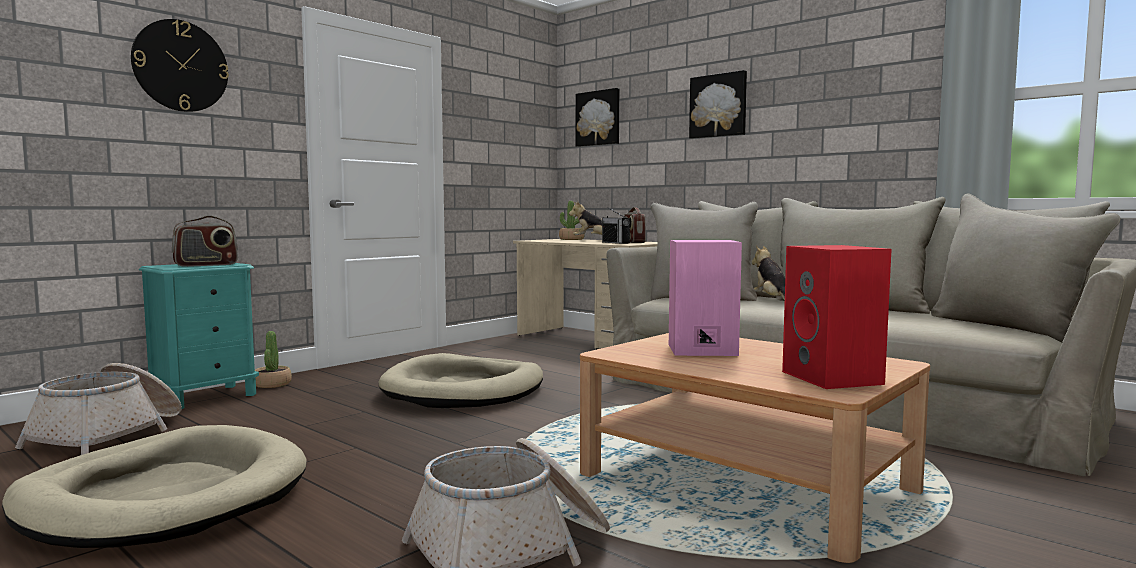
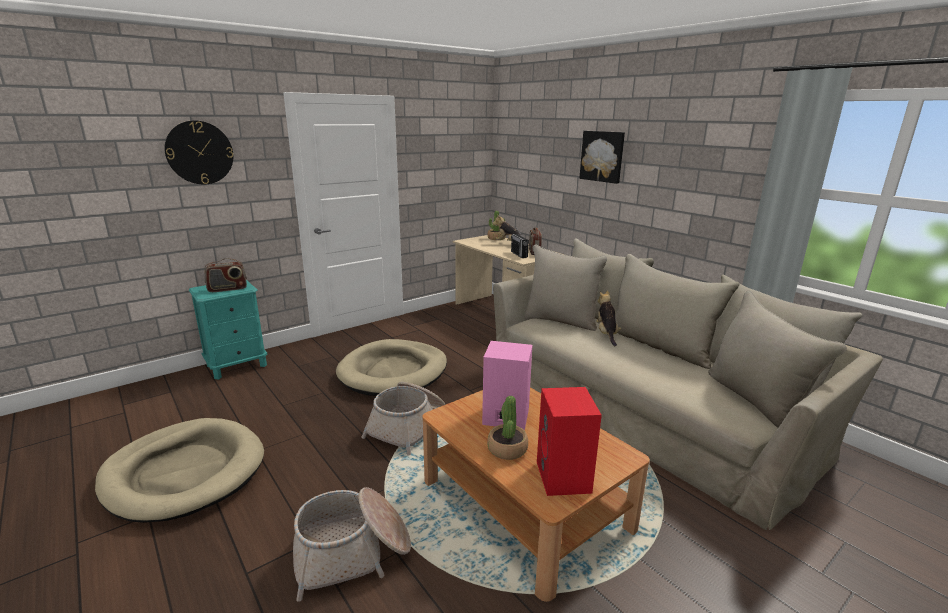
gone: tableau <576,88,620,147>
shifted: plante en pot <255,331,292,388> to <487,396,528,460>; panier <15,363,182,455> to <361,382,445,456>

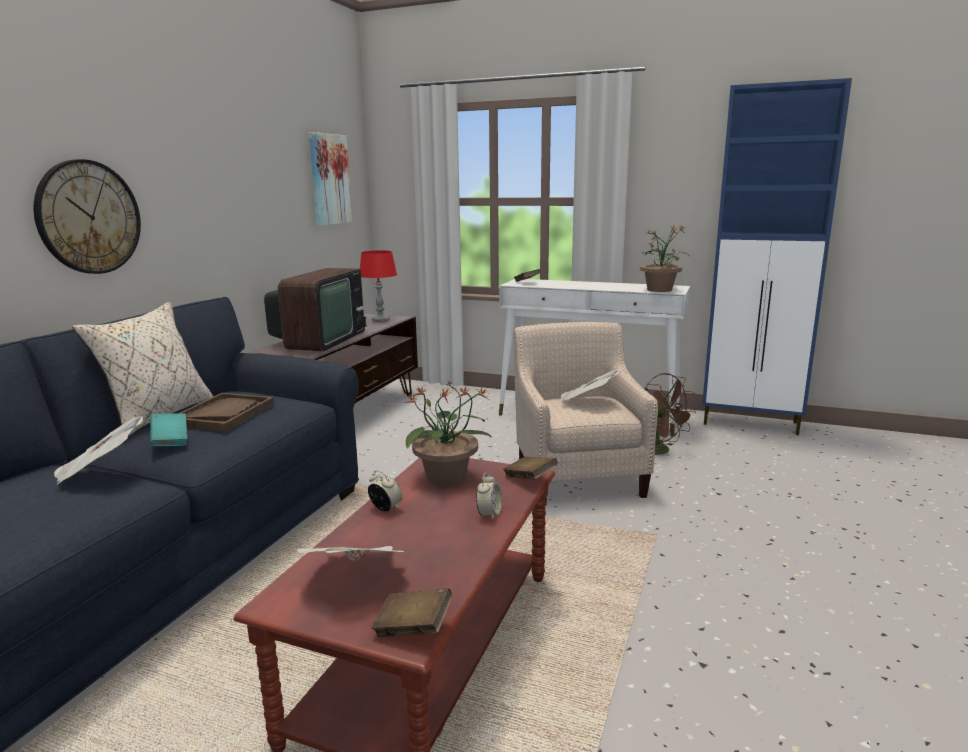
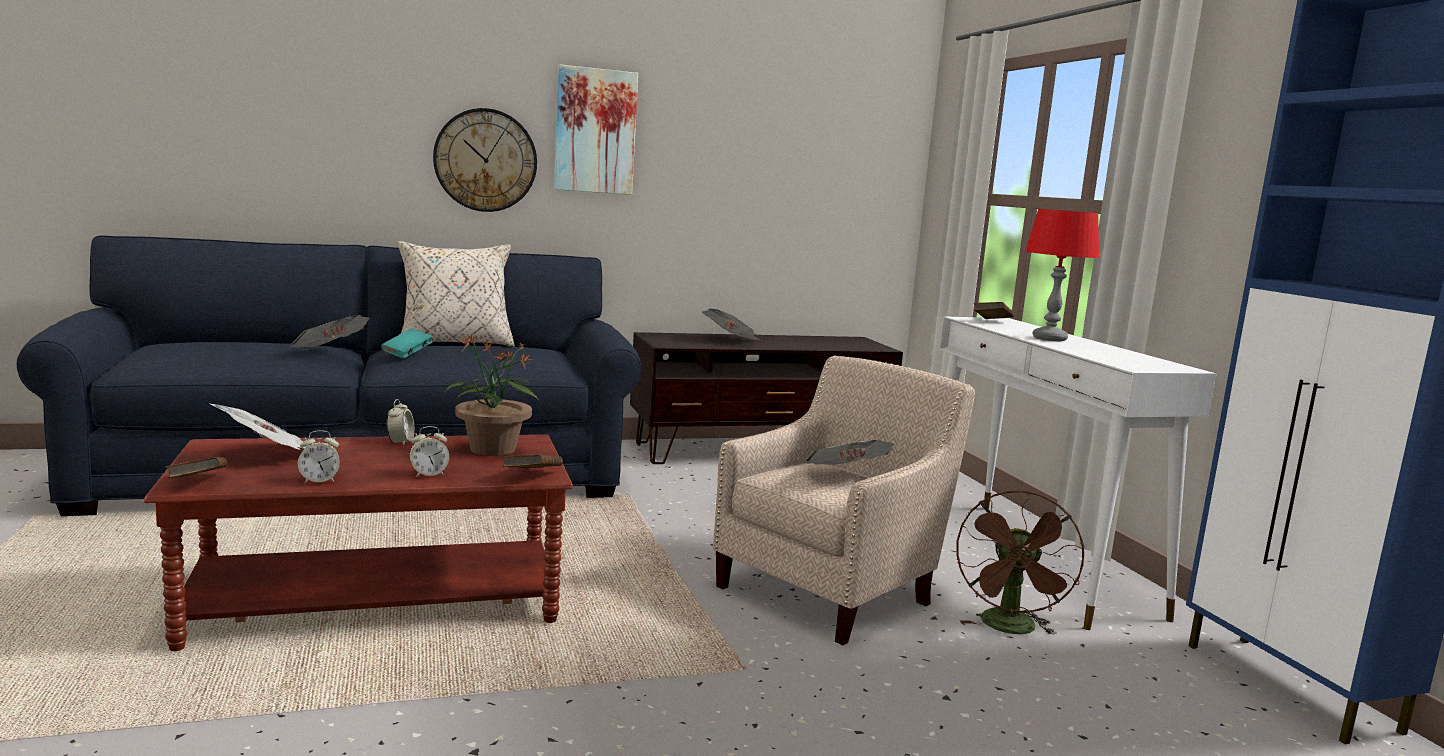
gone: plante en pot <640,225,690,292>; plateau [marron] <180,393,274,432>
new: réveil <298,430,340,484>
shifted: tableau <309,132,352,226> to <554,64,638,195>; lampe de table [rouge] <360,250,397,322> to <1025,209,1099,341>
swapped: téléviseur <264,268,367,351> to journal <702,309,760,340>

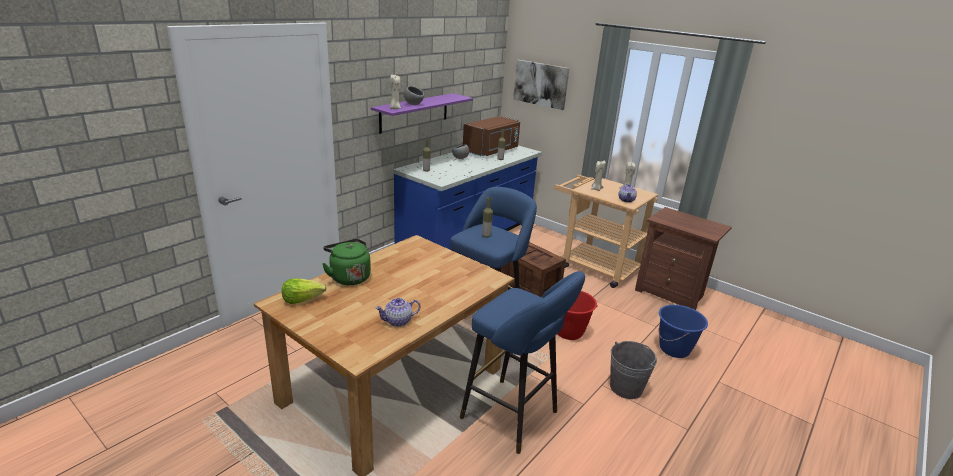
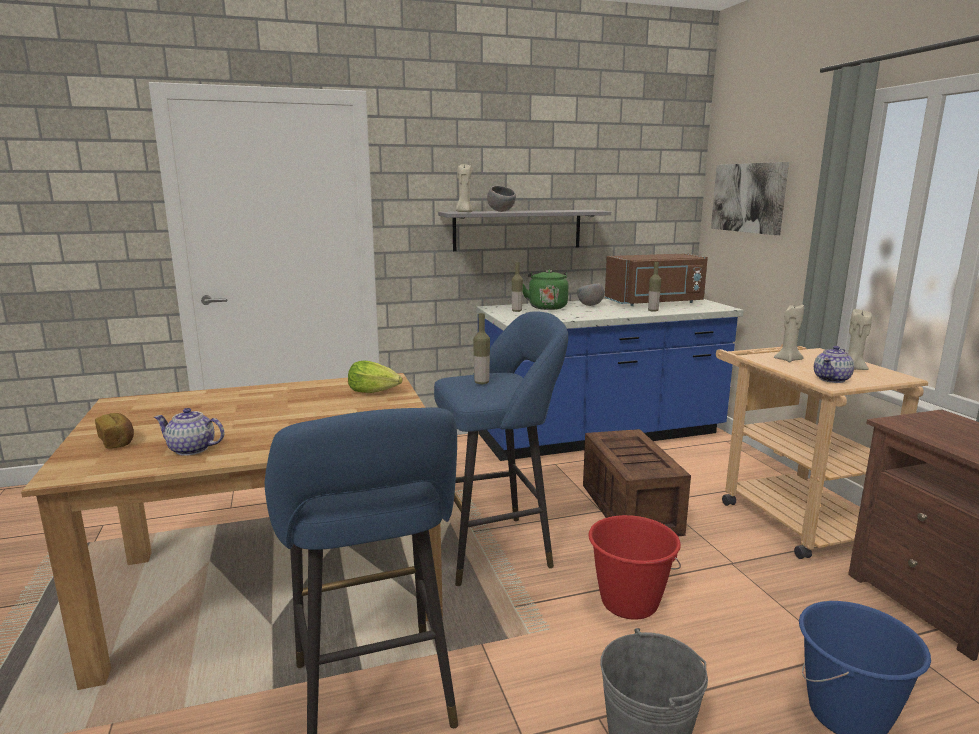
new: pain <95,413,134,448>
shifted: bouilloire [vert] <322,239,371,285> to <523,270,568,310>; laitue <282,278,326,304> to <348,360,403,393>
repainted: étagère [violet] <371,93,473,134> to étagère [gris] <438,210,611,251>

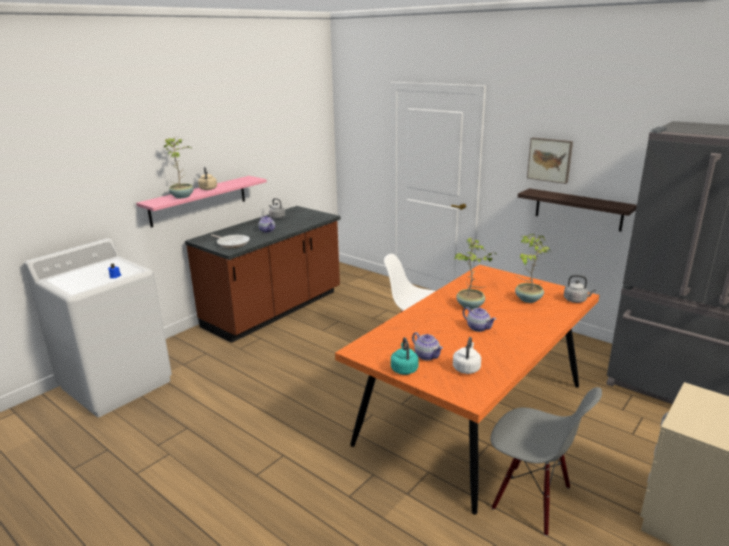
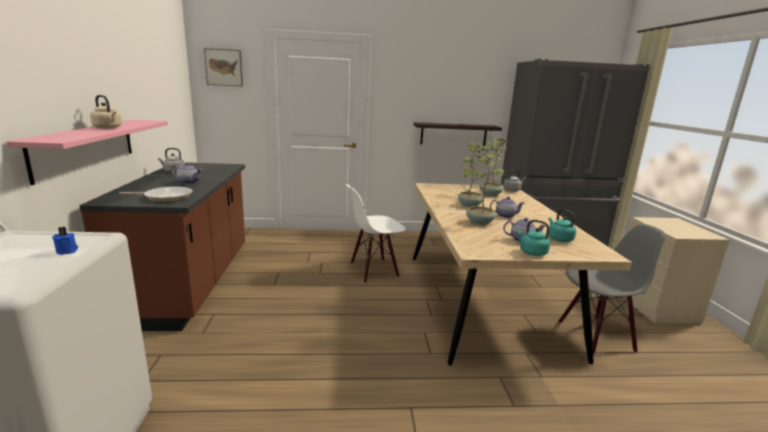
shifted: plante en pot <164,137,194,199> to <461,151,505,225>; tableau <527,138,573,184> to <204,48,243,86>
repainted: table à manger [orange] <335,265,599,515> to table à manger [beige] <413,183,632,366>; bouilloire [blanc] <453,337,481,374> to bouilloire [turquoise] <548,209,576,242>

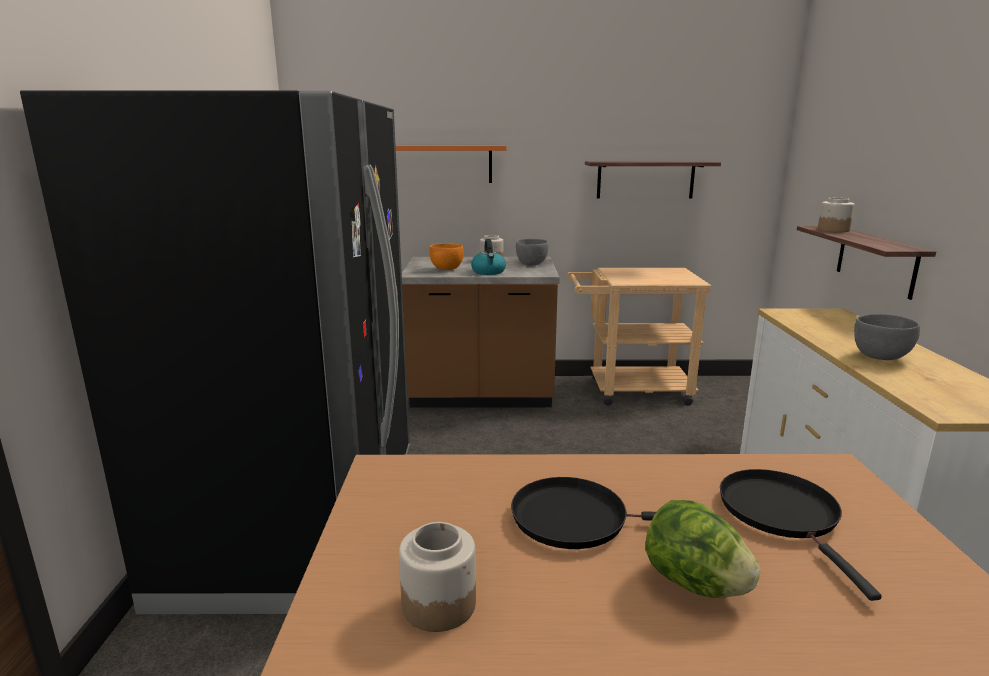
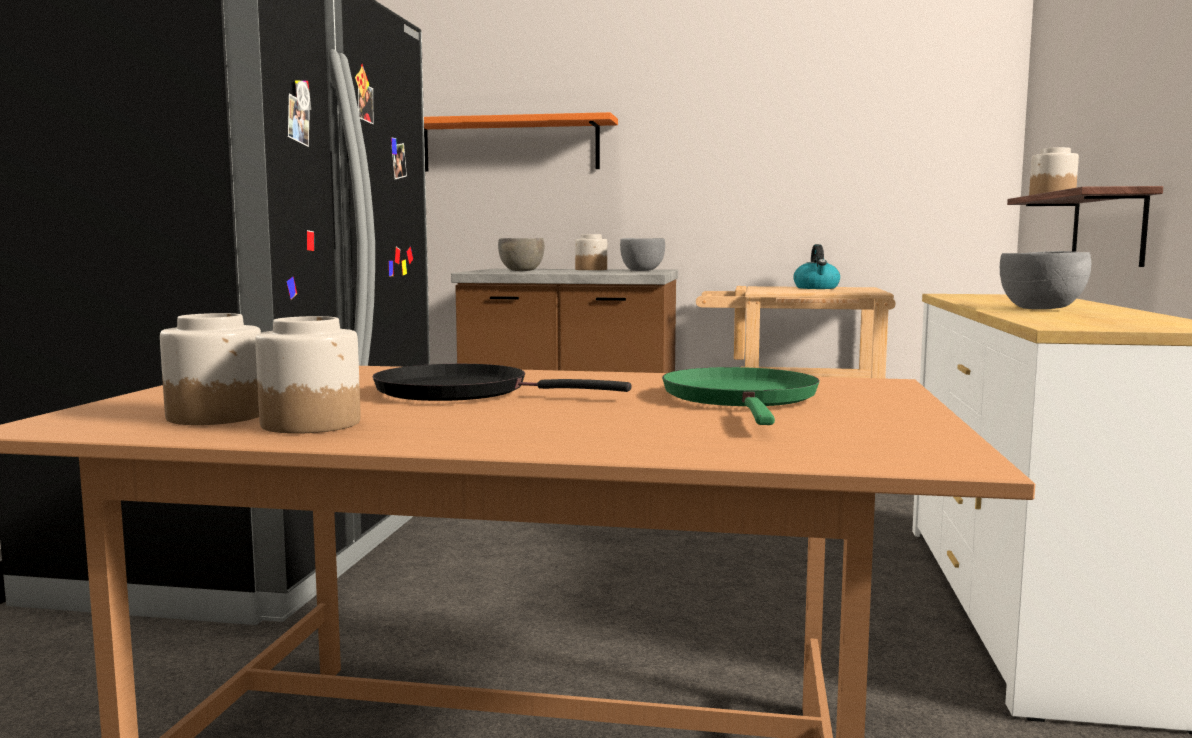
gone: étagère <585,161,721,198>; laitue <645,500,761,598>
new: bocal <255,316,361,434>
shifted: bouilloire <471,239,506,275> to <793,244,840,289>
repainted: bol [orange] <429,243,464,270> to bol [gris] <498,238,544,271>; poêle [noir] <720,469,882,601> to poêle [vert] <662,367,820,425>

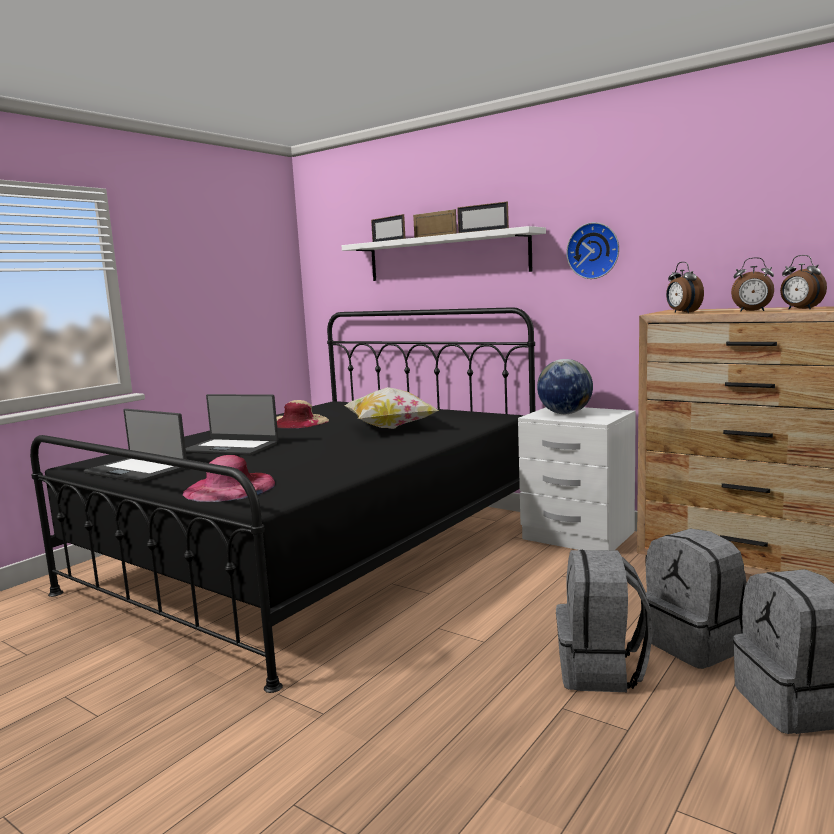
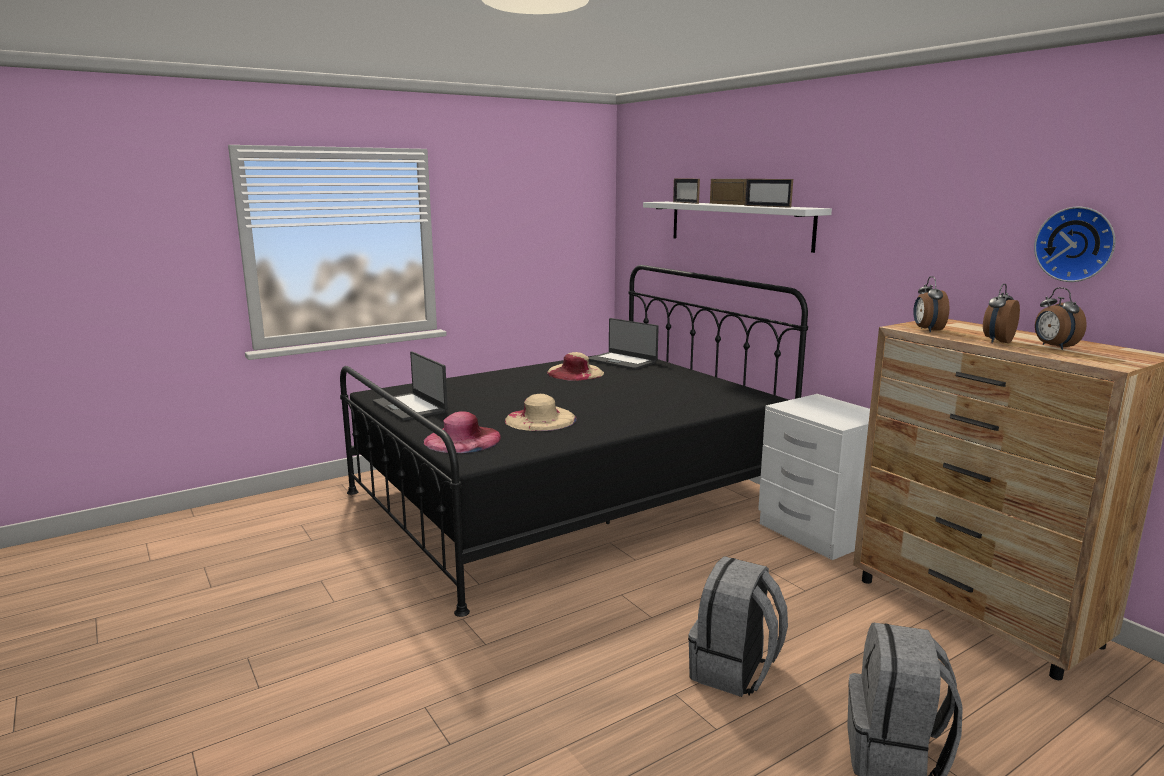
gone: globe <537,359,593,414>; coussin <345,387,439,429>; sac à dos [gris] <644,529,747,669>
new: chapeau [beige] <505,394,577,431>
shifted: horloge murale <566,222,619,279> to <1034,207,1115,282>; ordinateur portable <186,394,278,455> to <589,318,659,370>
rotated: réveil <731,257,774,312> = <983,284,1020,343> 90 degrees clockwise

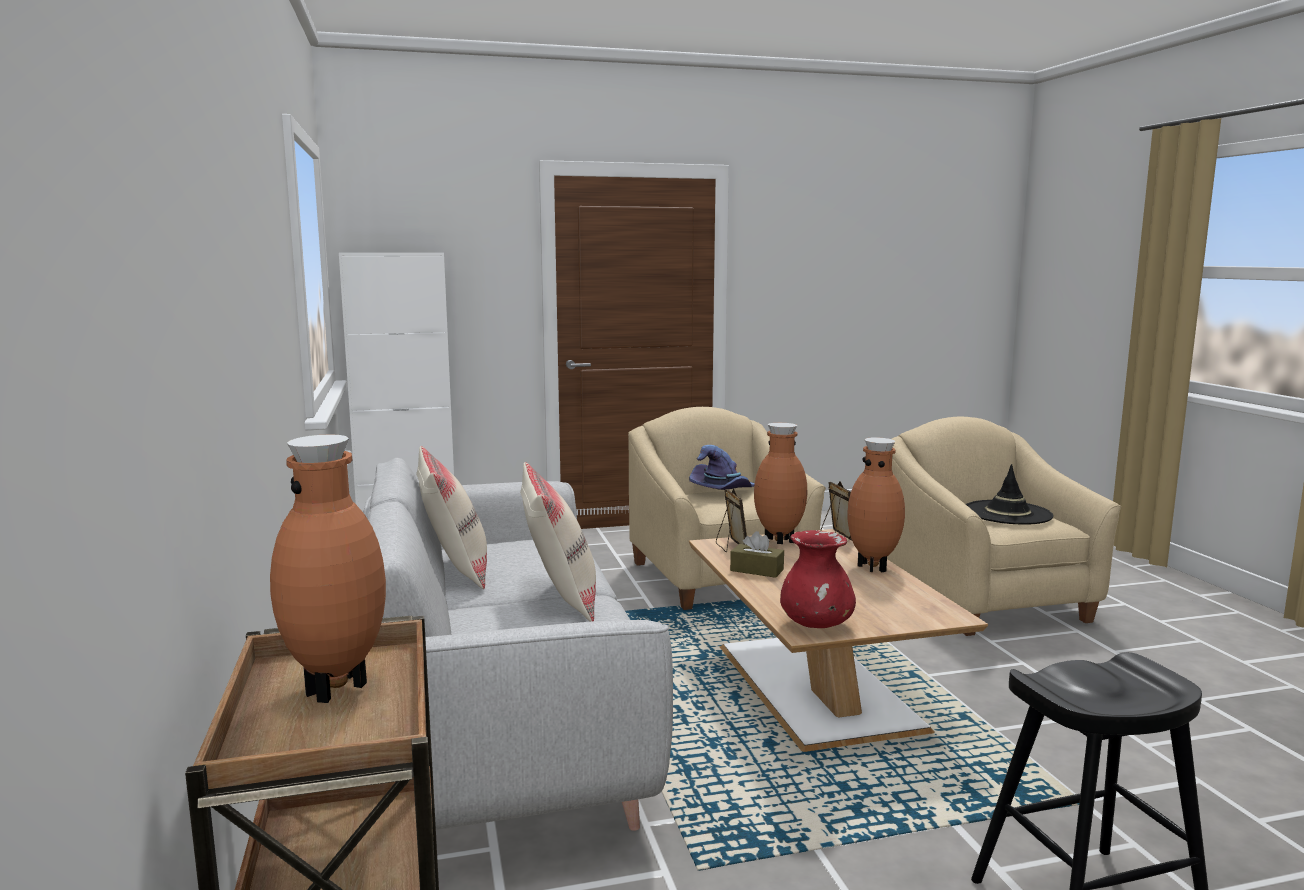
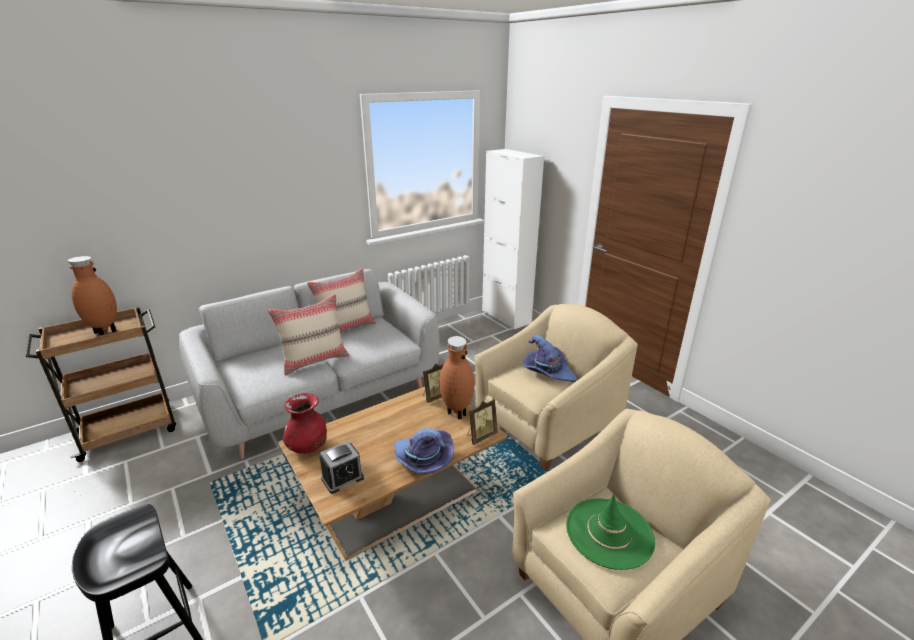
gone: boîte à mouchoirs [marron] <730,531,784,578>
new: réveil <320,441,364,494>
swapped: vase [marron] <848,437,905,572> to chapeau [violet] <394,428,454,475>
repainted: chapeau [noir] <966,464,1054,525> to chapeau [vert] <566,494,655,570>

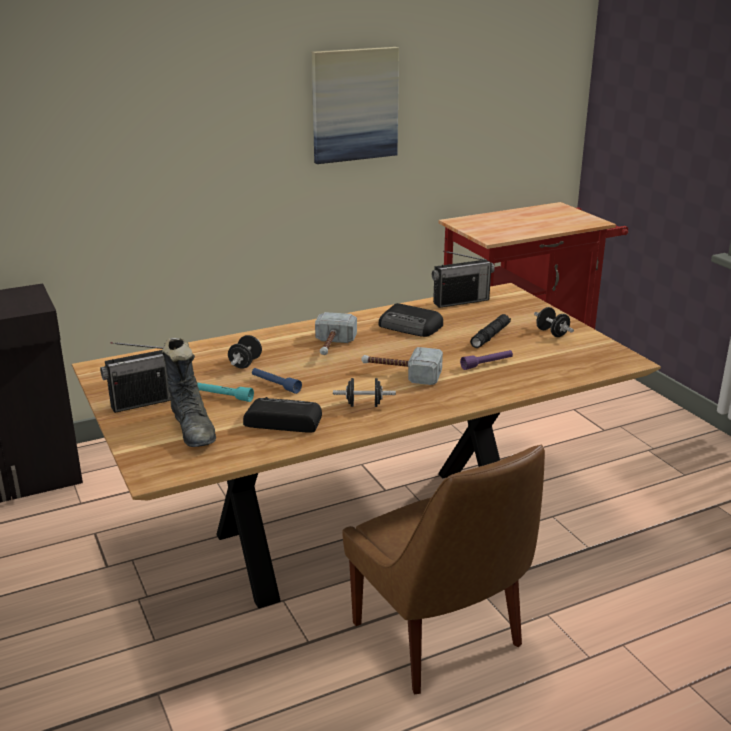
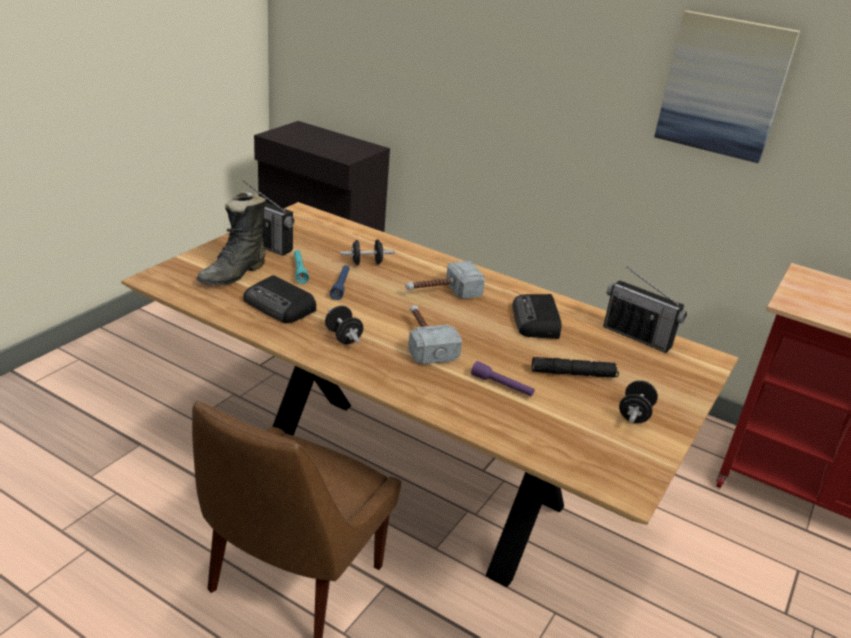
rotated: radio <243,397,322,432> = <243,275,316,323> 150 degrees clockwise

